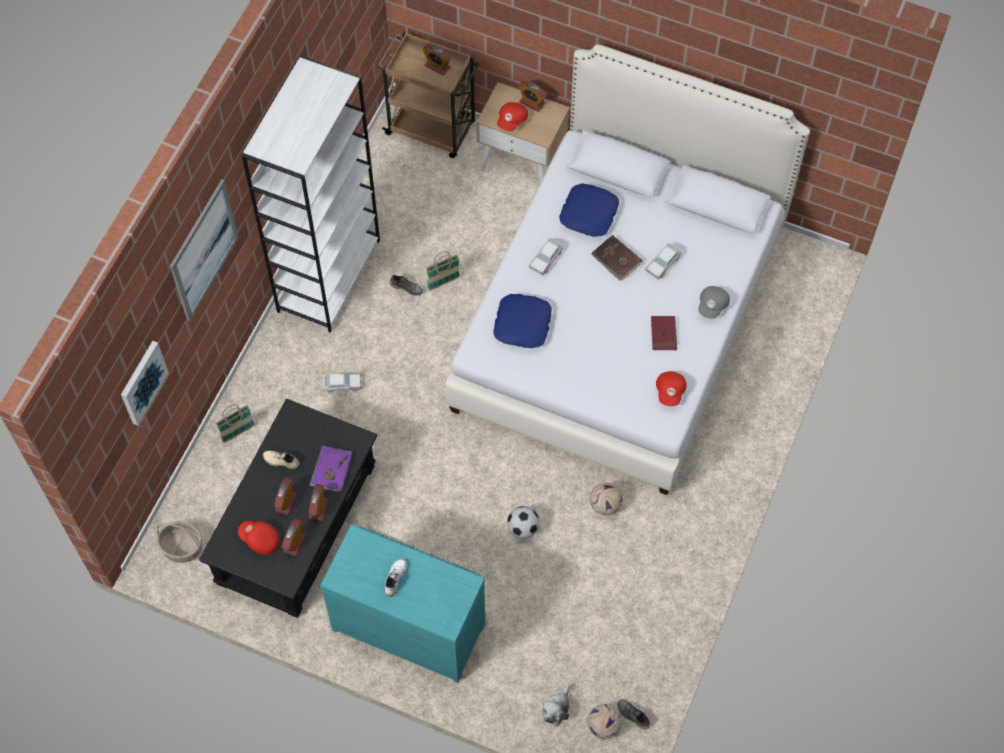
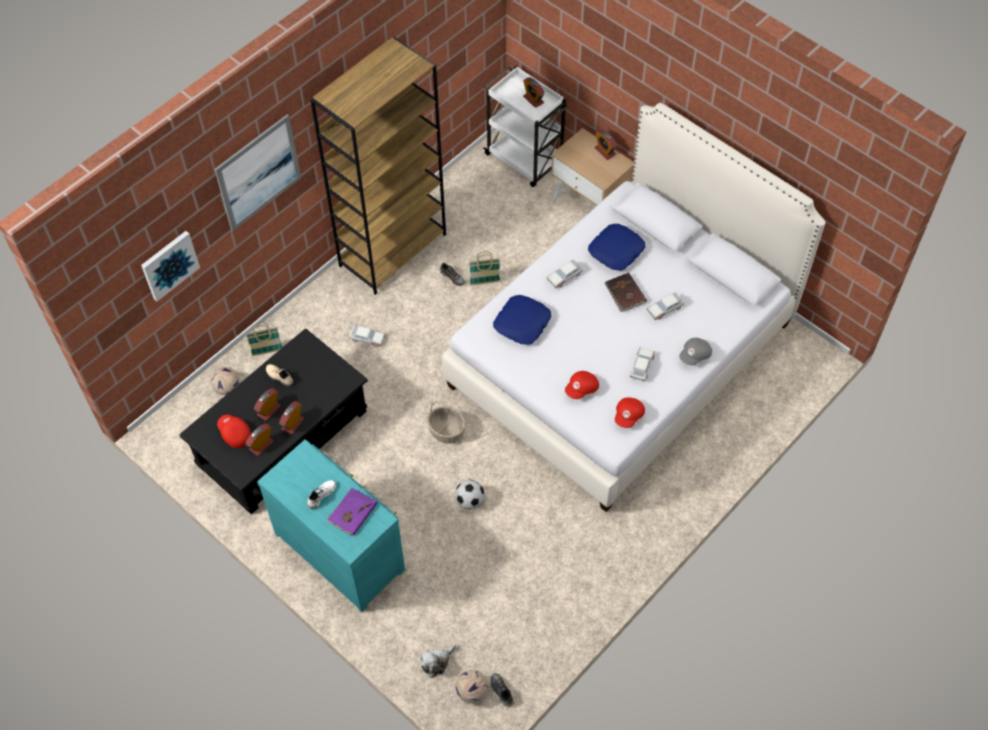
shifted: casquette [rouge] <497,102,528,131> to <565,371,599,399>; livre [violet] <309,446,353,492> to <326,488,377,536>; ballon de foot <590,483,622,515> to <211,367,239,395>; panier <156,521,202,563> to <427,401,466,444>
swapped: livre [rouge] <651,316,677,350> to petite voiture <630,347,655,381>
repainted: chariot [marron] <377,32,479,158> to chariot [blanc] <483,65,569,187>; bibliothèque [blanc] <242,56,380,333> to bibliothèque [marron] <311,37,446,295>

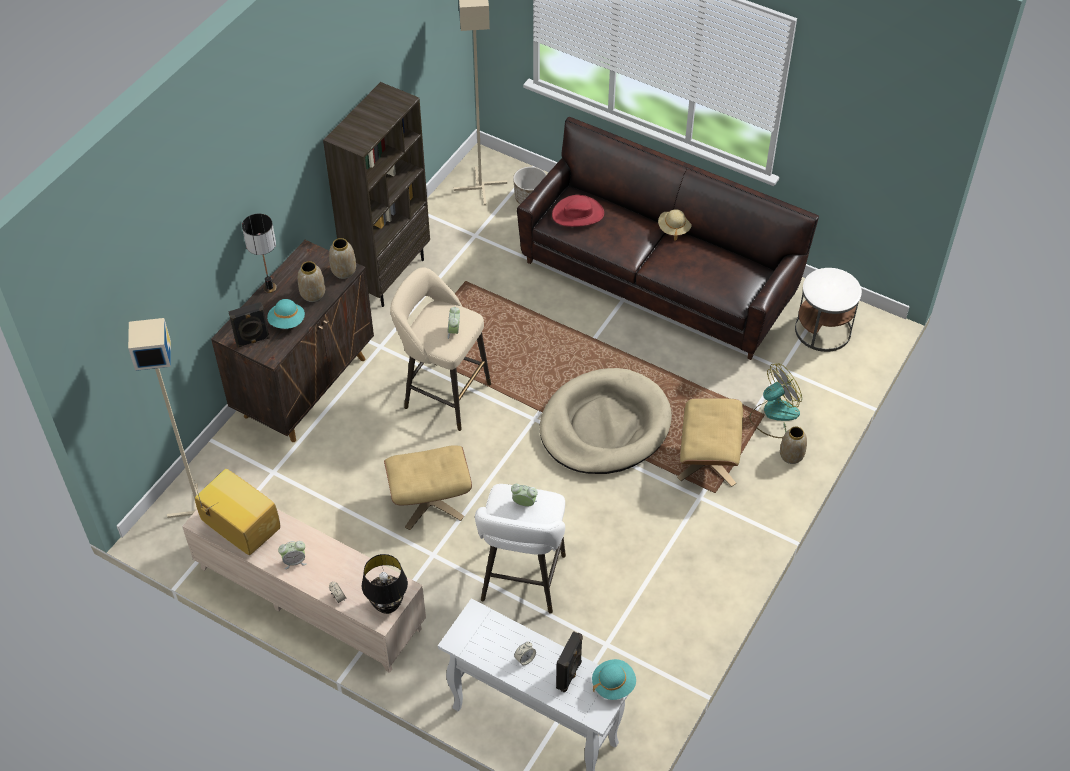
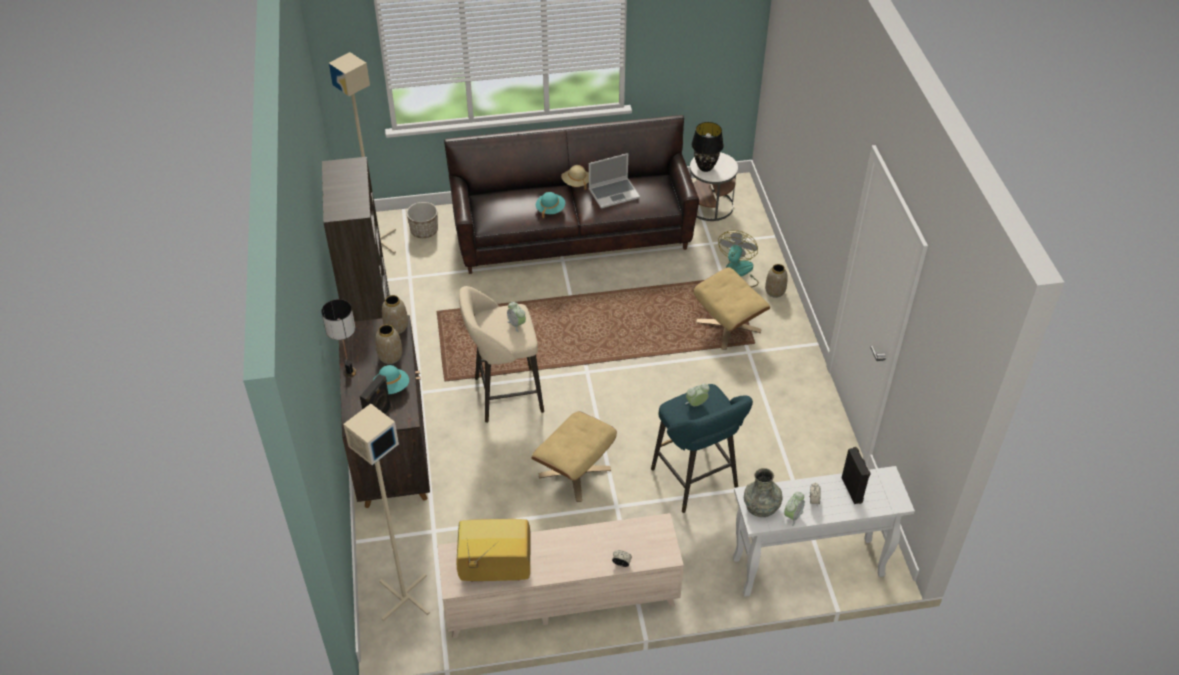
gone: chapeau [rouge] <552,195,604,227>; panier pour chien [beige] <540,368,672,474>
new: ordinateur portable <588,153,640,208>; vase [gris] <744,468,783,517>
shifted: réveil <278,541,307,569> to <784,492,805,526>; lampe de table [noir] <362,554,408,614> to <691,122,724,172>; chapeau [turquoise] <592,659,636,700> to <536,192,565,218>
repainted: tabouret [blanc] <475,484,566,614> to tabouret [turquoise] <651,384,753,513>

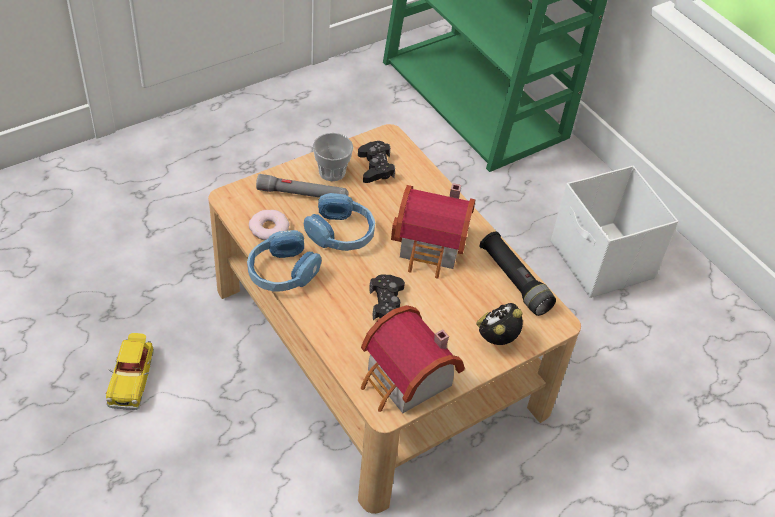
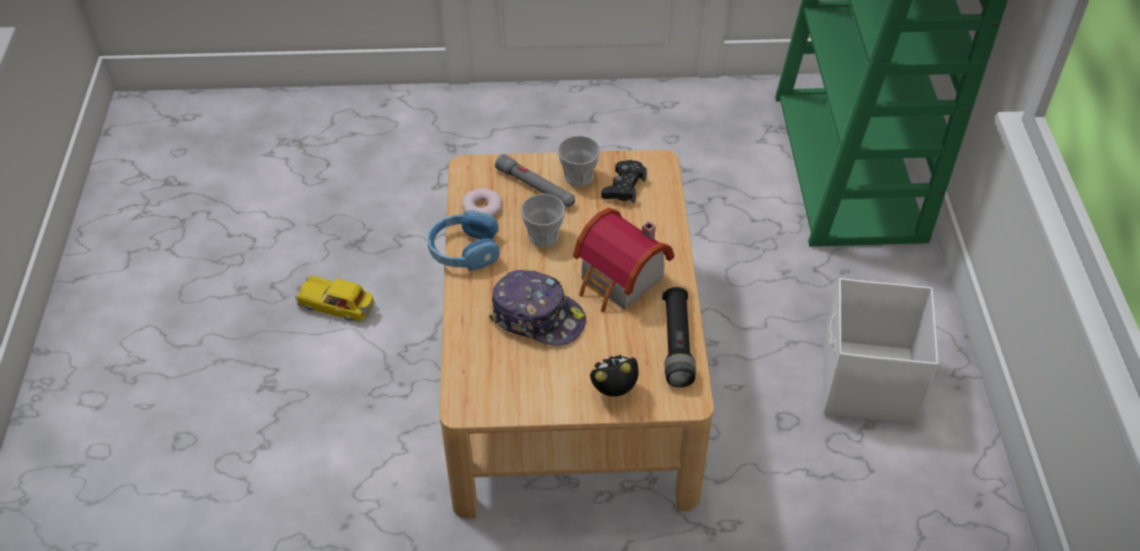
gone: maison miniature <361,305,465,413>
swapped: casque audio [bleu] <304,193,375,251> to tasse <521,194,565,247>; manette [noir] <369,274,405,320> to casquette <489,270,586,346>
rotated: petite voiture <106,333,154,410> = <295,276,375,323> 75 degrees clockwise

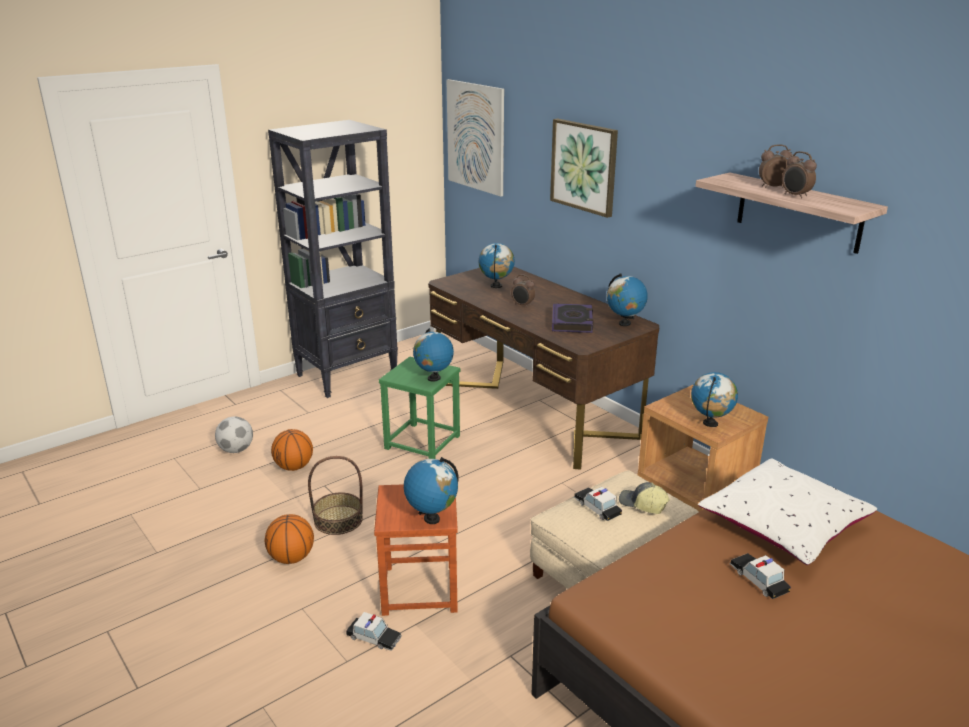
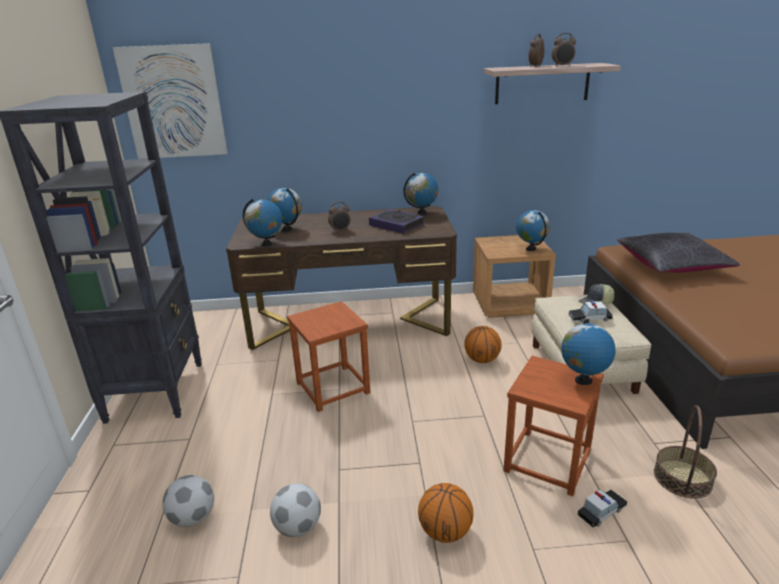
gone: tableau <550,119,618,218>; petite voiture <730,553,791,599>
new: ballon de foot <270,483,321,537>
shifted: globe <413,328,454,381> to <243,199,282,247>; ballon de basket <271,429,313,471> to <464,326,502,363>; panier <308,456,363,535> to <654,405,717,499>
repainted: tabouret [vert] <379,357,460,459> to tabouret [marron] <287,301,371,412>; coussin [blanc] <698,458,877,565> to coussin [noir] <617,233,740,273>

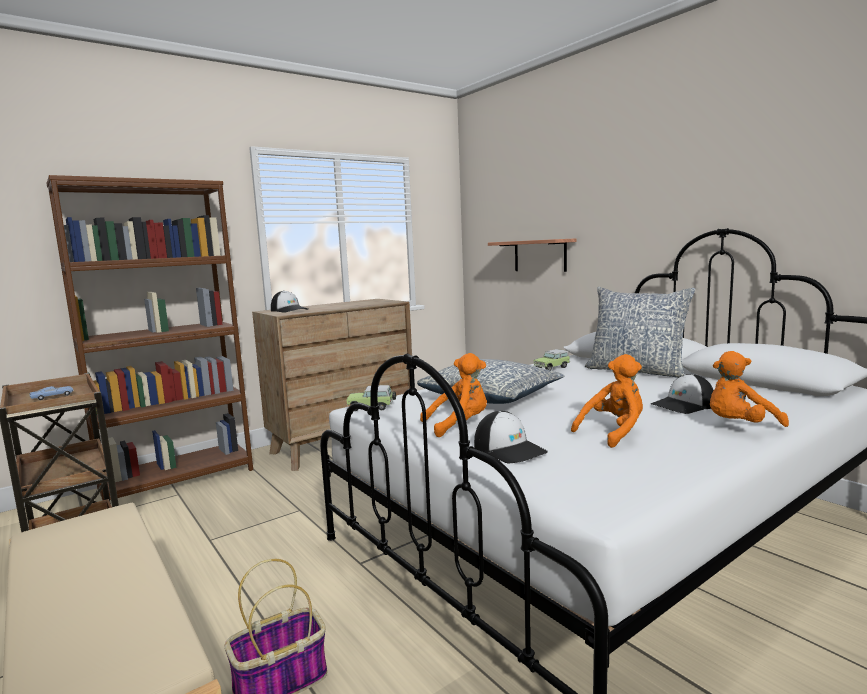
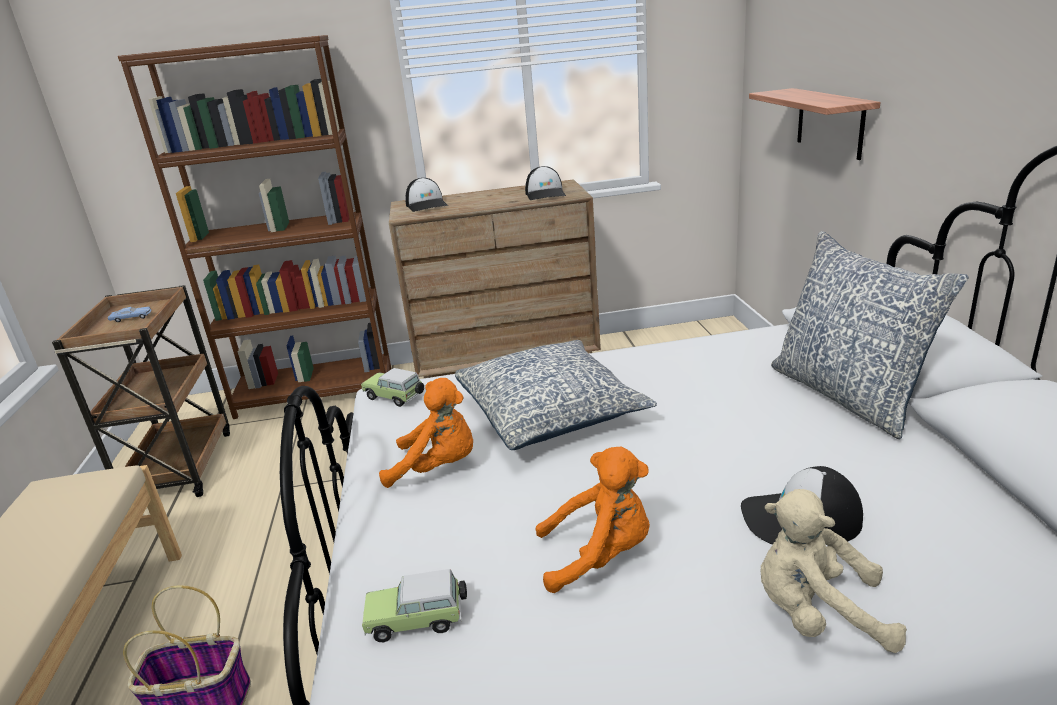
shifted: petite voiture <534,349,570,370> to <362,569,467,642>; casquette <474,411,548,464> to <525,166,566,200>
repainted: peluche [orange] <710,351,789,427> to peluche [beige] <760,489,907,653>

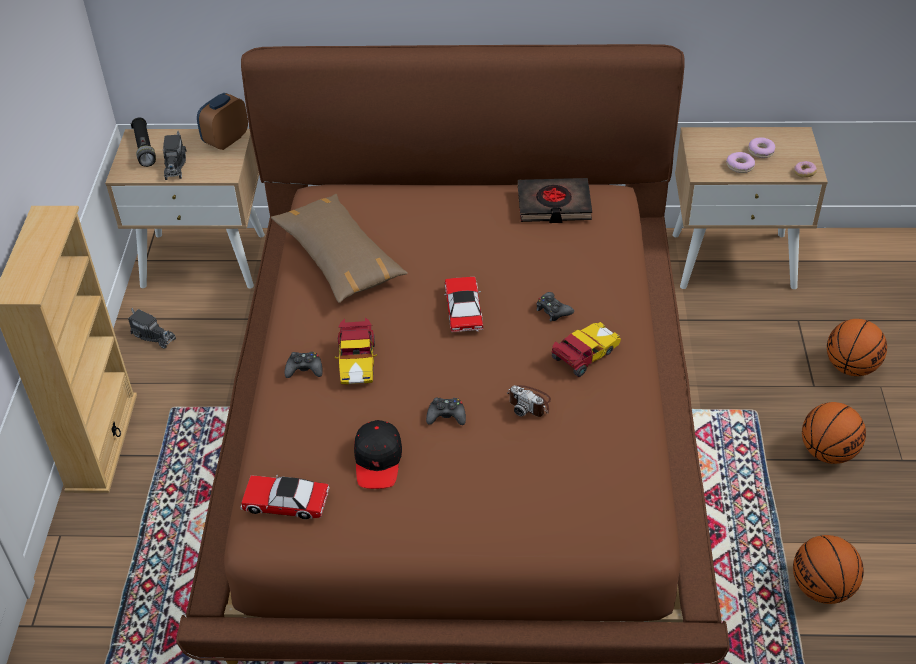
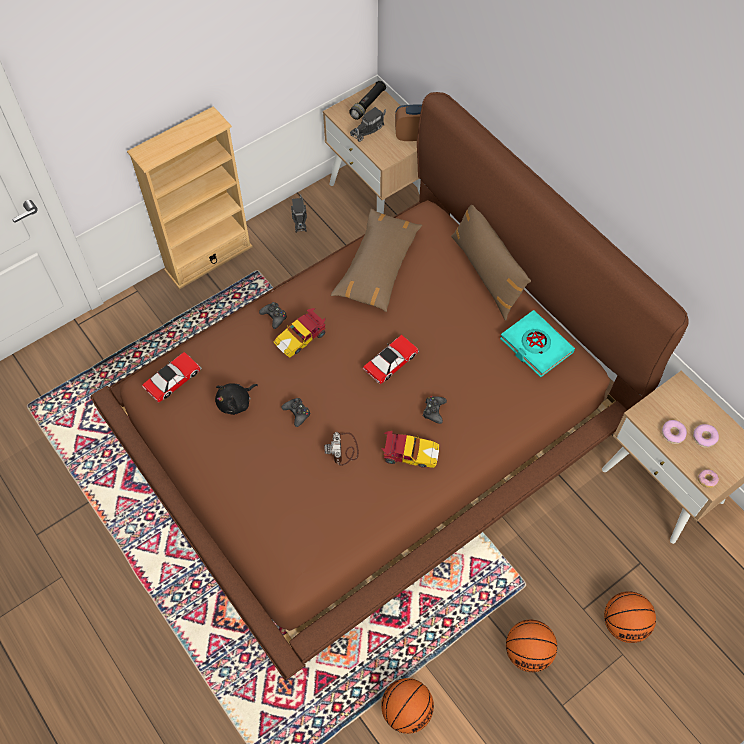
new: coussin [marron] <451,205,531,321>
swapped: casquette [noir] <354,420,402,489> to peluche [noir] <215,383,258,415>
repainted: livre [noir] <518,178,592,223> to livre [turquoise] <500,310,575,377>
rotated: petite voiture <240,474,330,519> = <142,352,202,402> 75 degrees clockwise

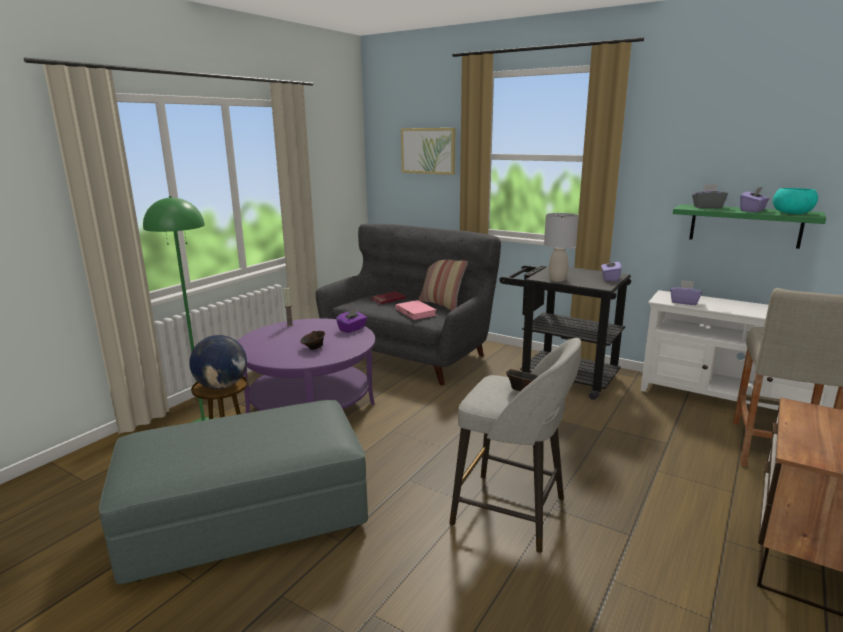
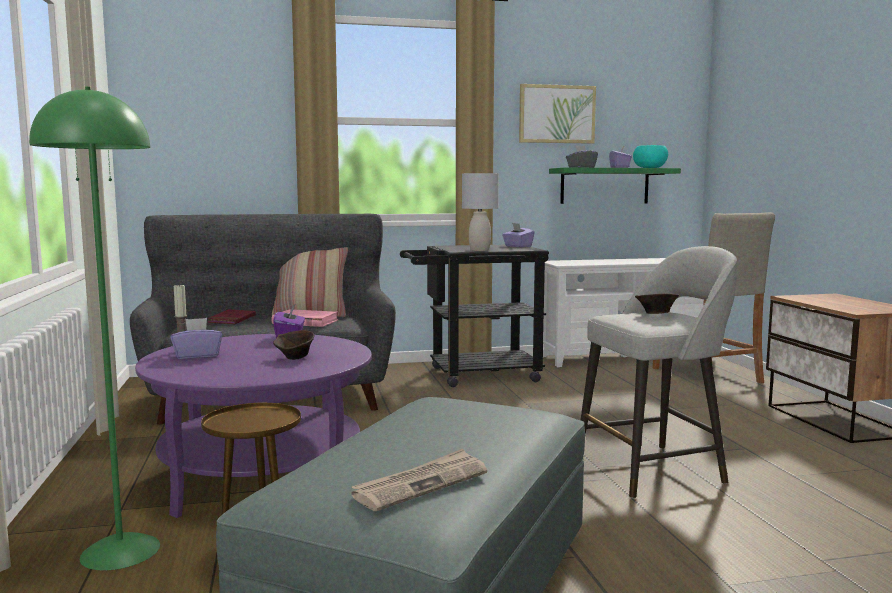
gone: globe <189,335,247,389>
new: journal <351,449,487,511>
shifted: tableau <401,128,455,175> to <519,84,596,144>; boîte à mouchoirs [violet] <670,280,702,305> to <171,318,222,359>

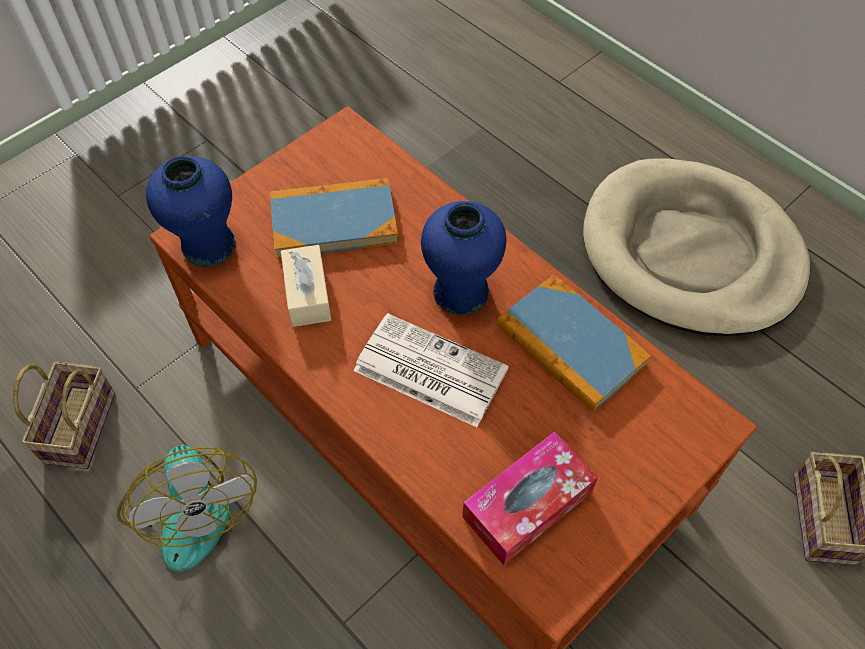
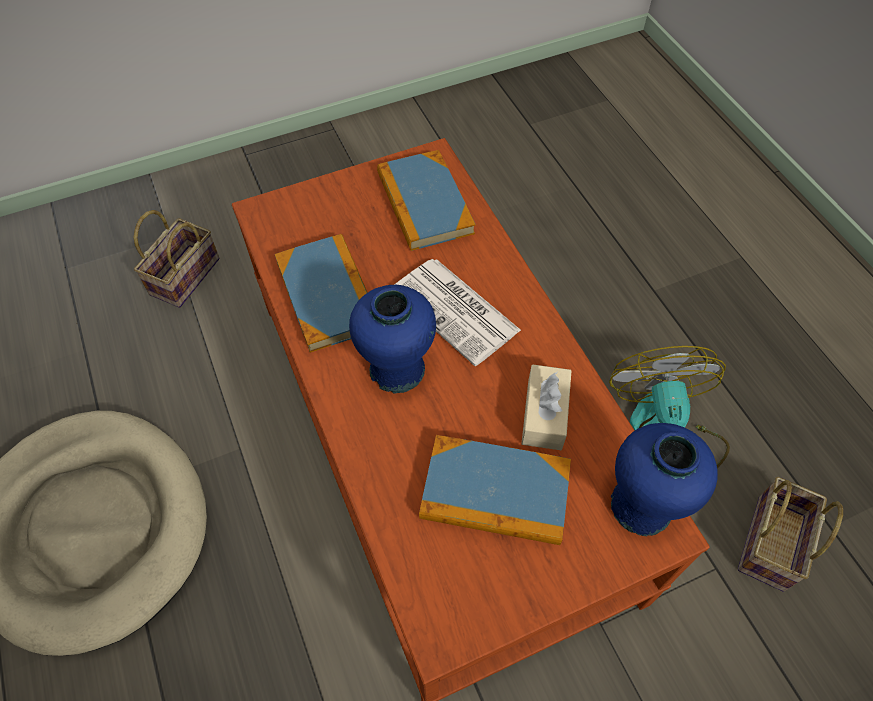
swapped: boîte à mouchoirs <462,432,598,565> to livre <377,150,476,251>

